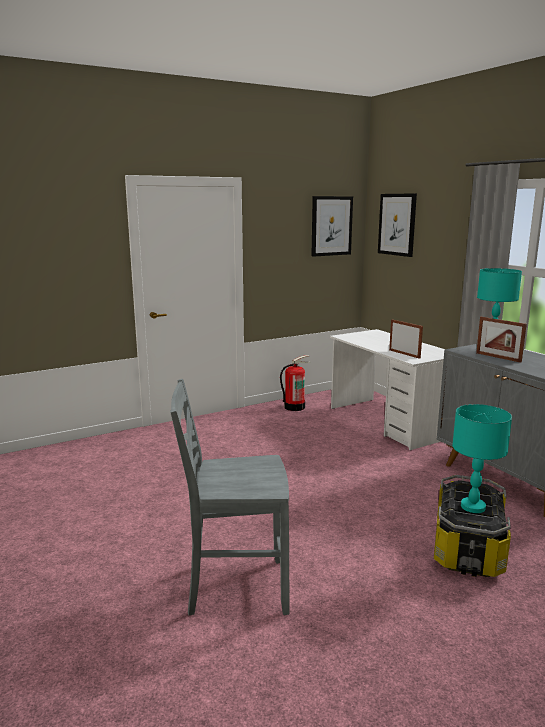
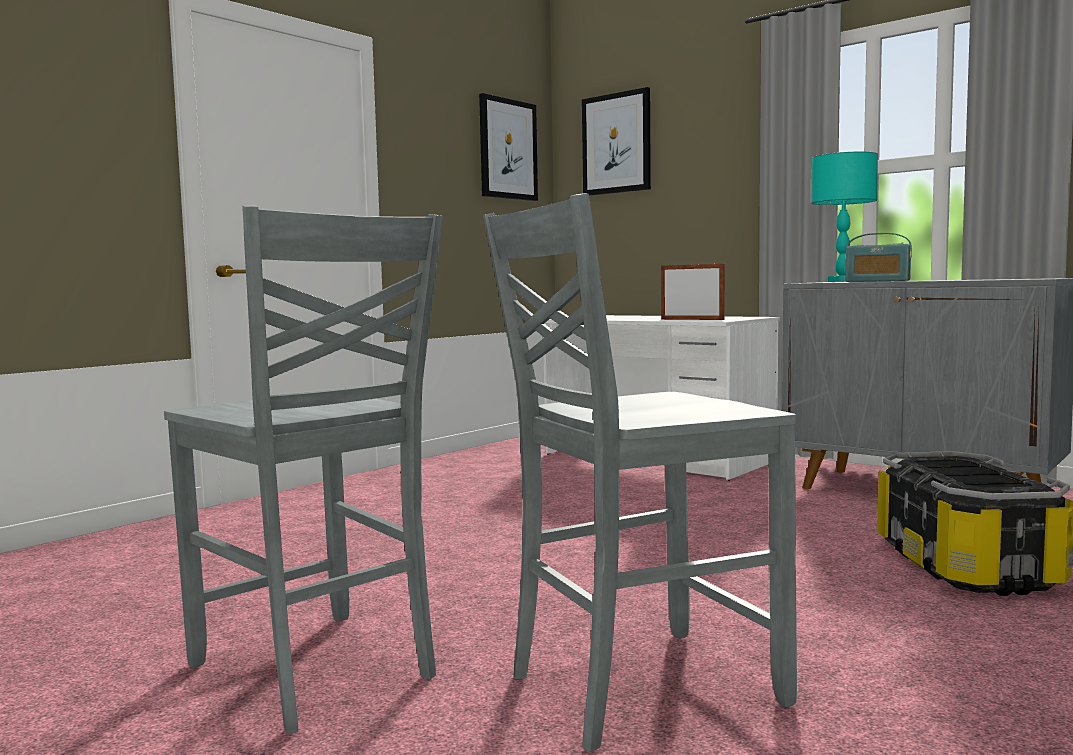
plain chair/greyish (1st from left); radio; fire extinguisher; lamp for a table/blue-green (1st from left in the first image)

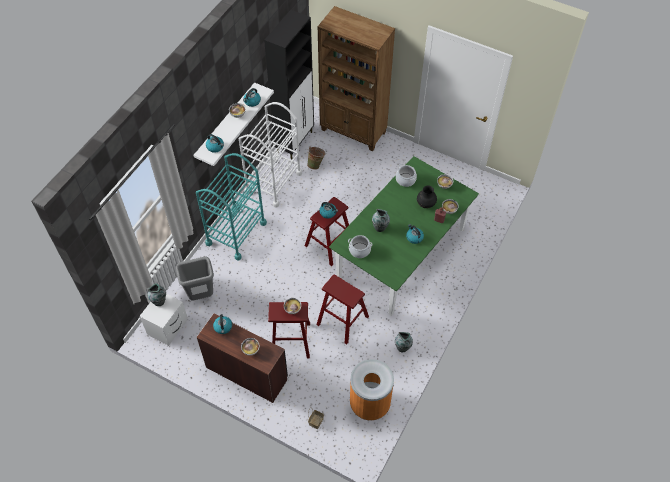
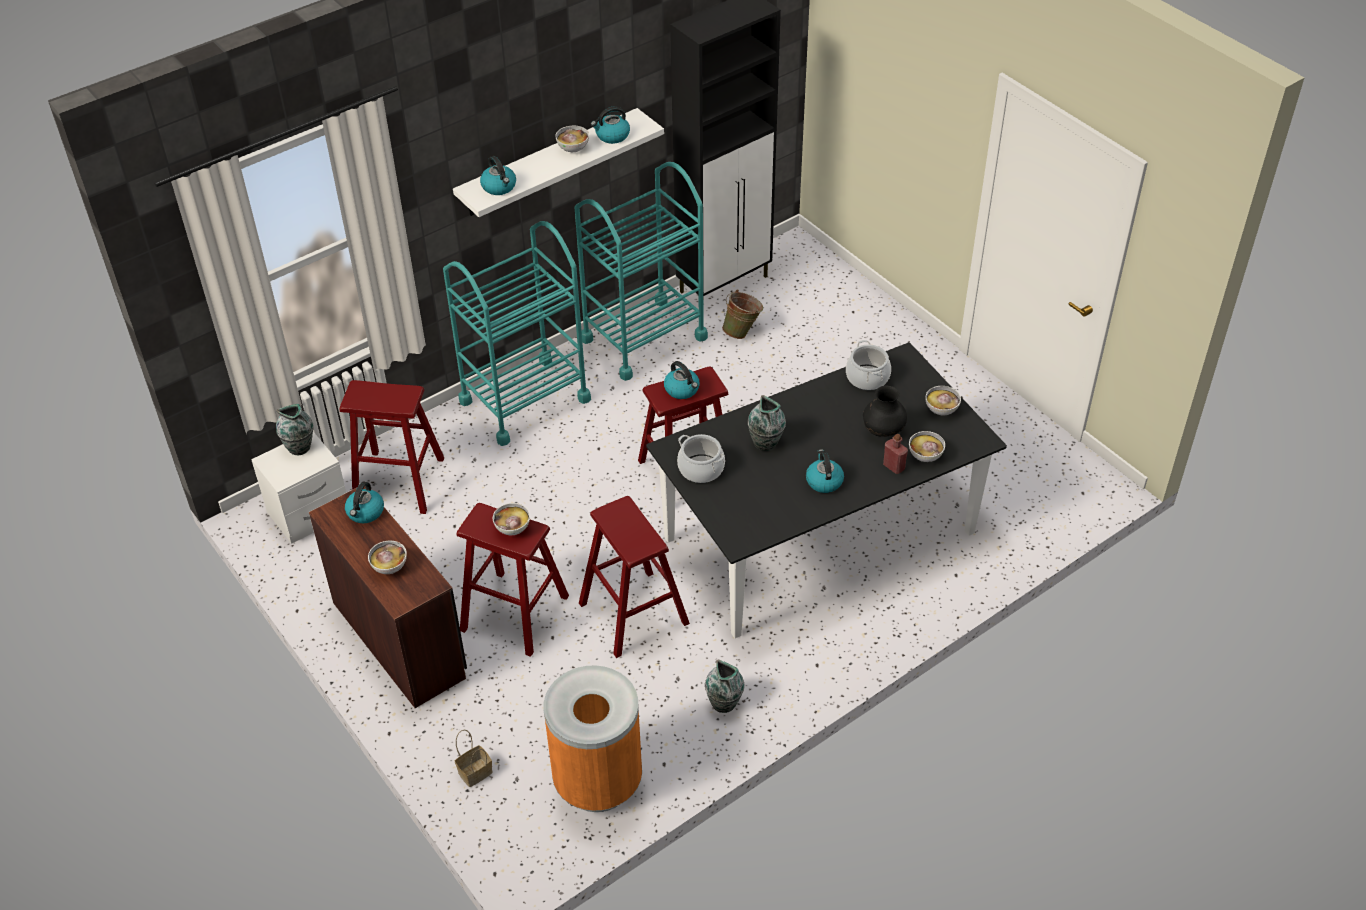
stool seat/red (1st from left); wheeled cart/blue-green (2nd from left); kitchen table/black-coloured; shelving unit/brown-coloured

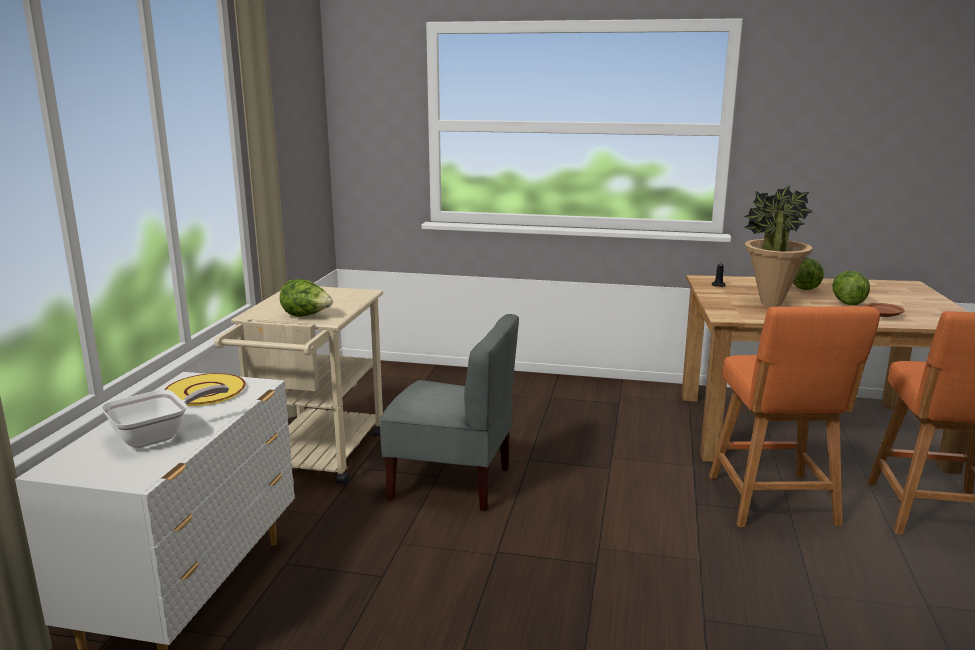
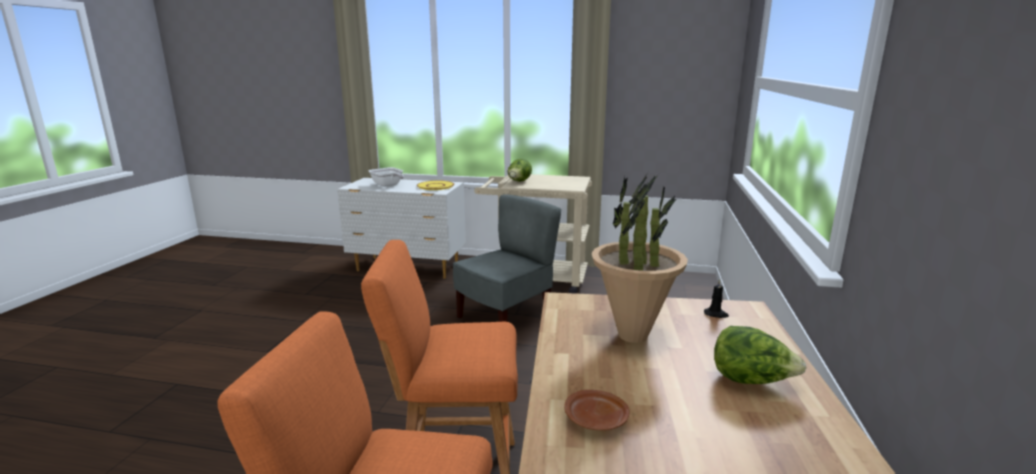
plain chair/greyish; lettuce head (3rd from left in the first image)

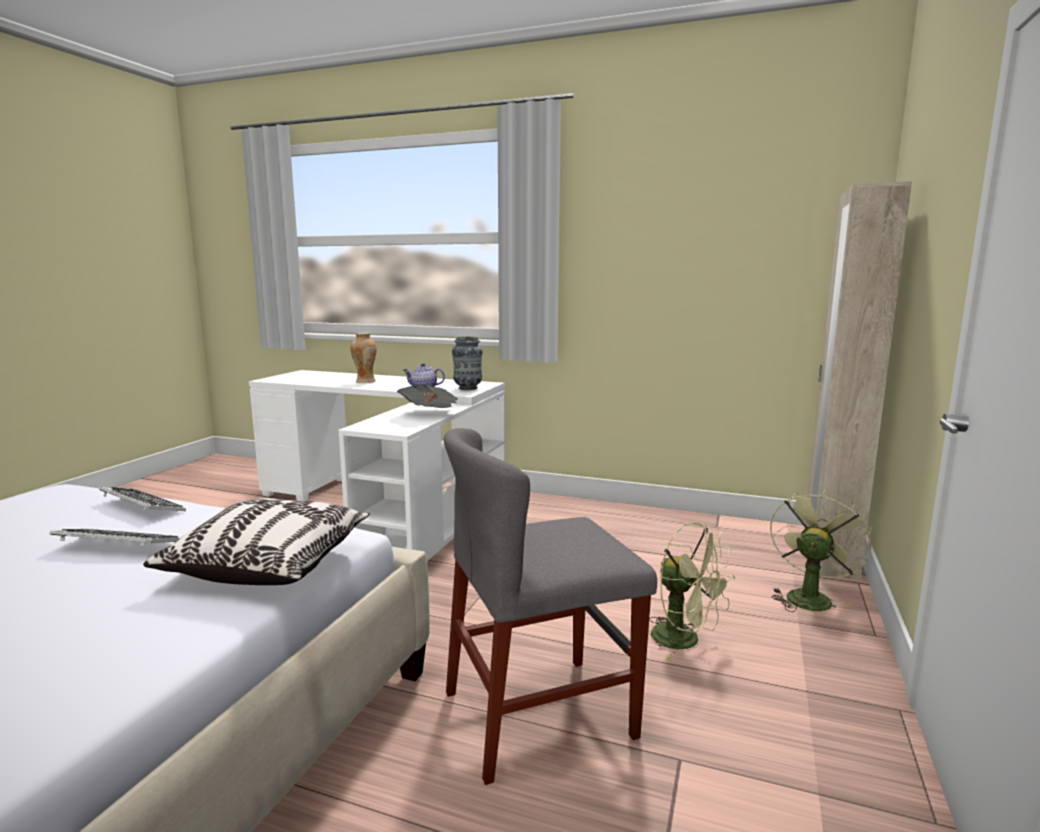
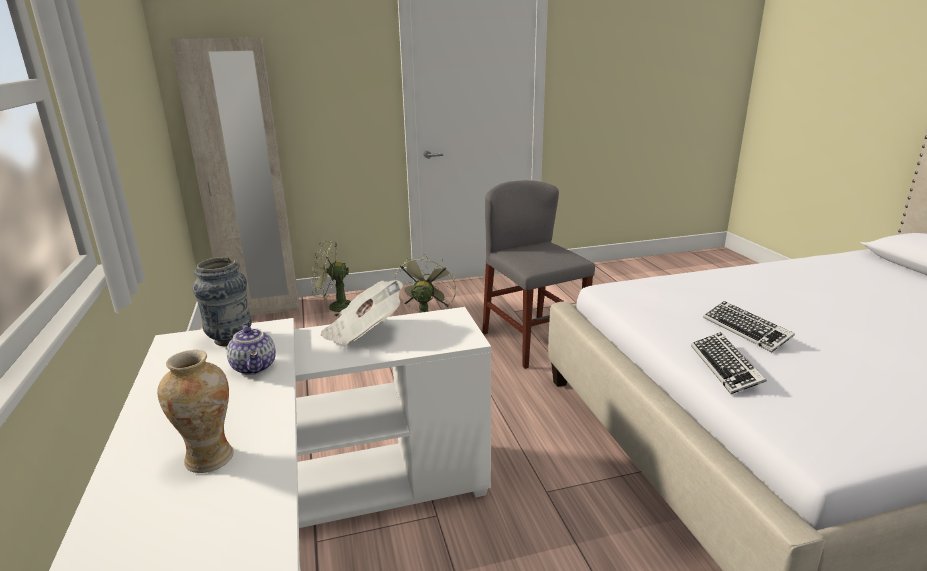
plain chair/greyish; cushion

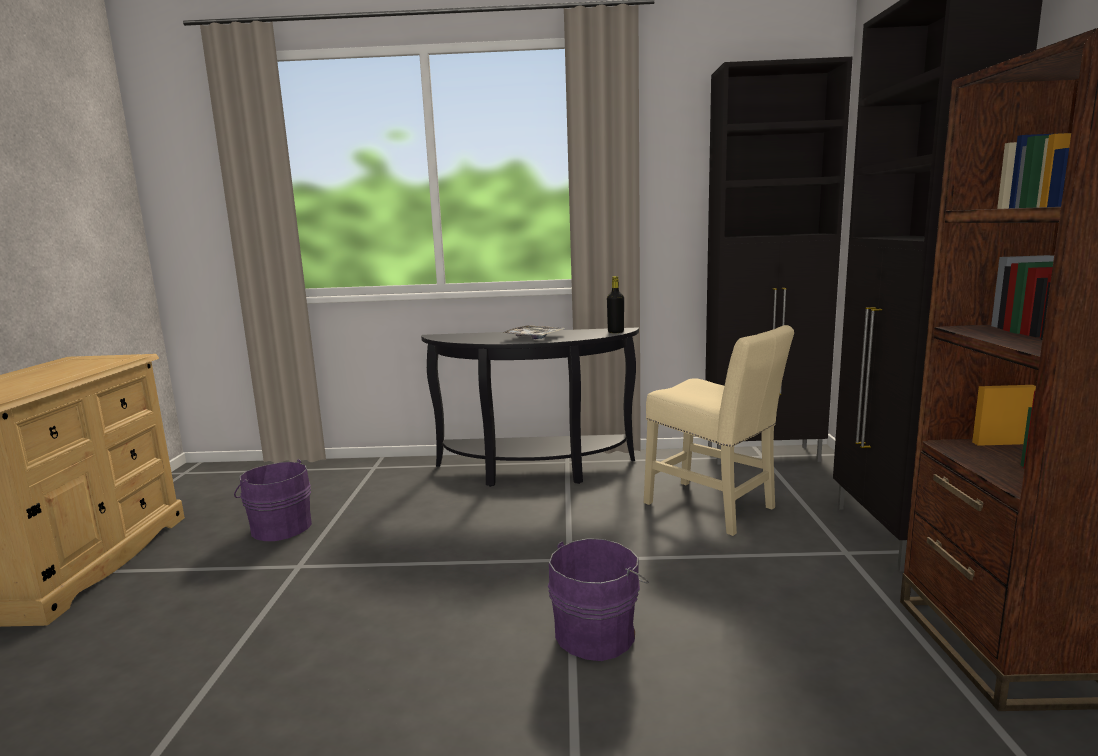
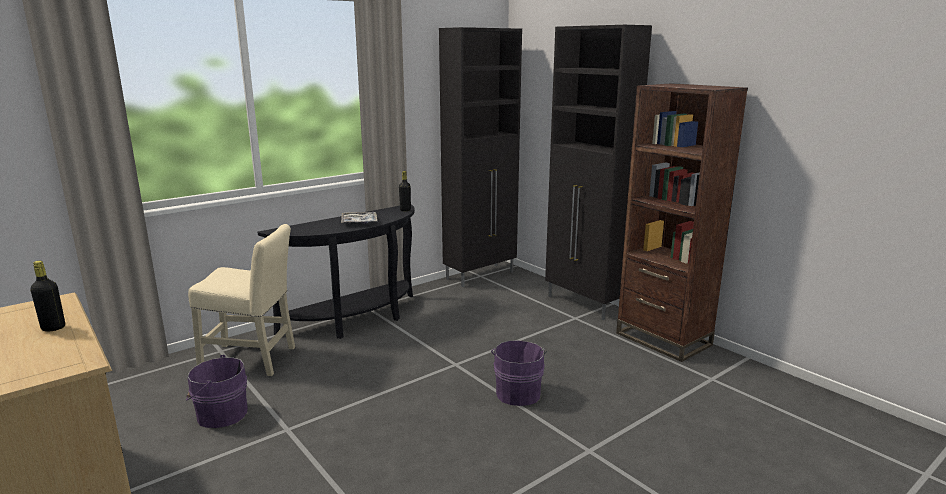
beverage bottle/black-coloured (1st from left); plain chair/beige-coloured

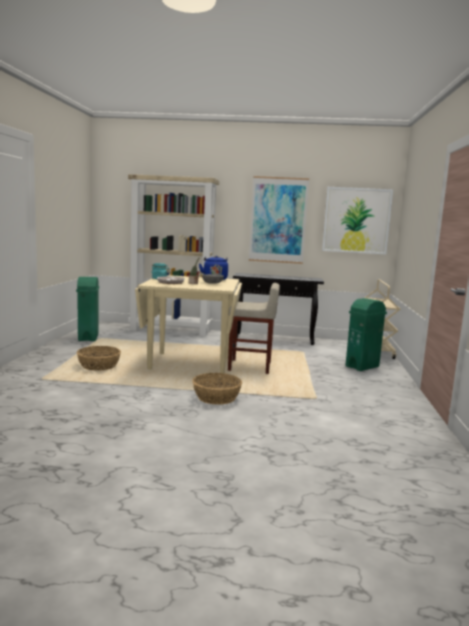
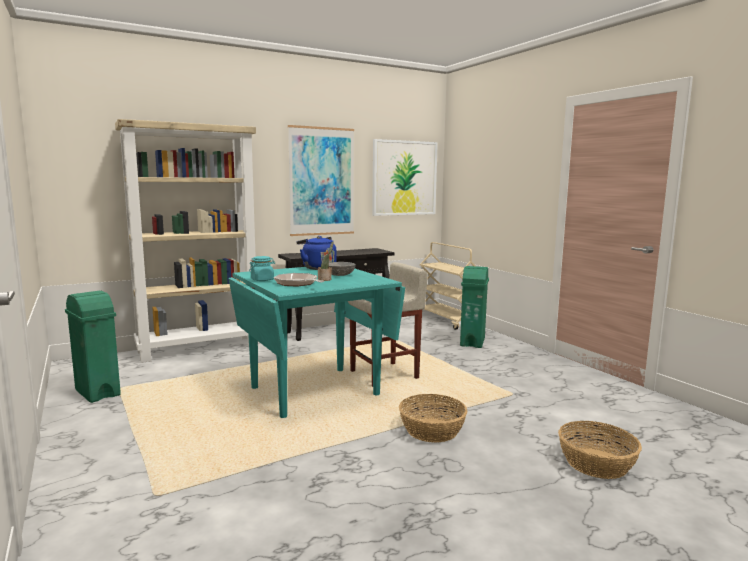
kitchen table/blue-green; household basket (2nd from left)

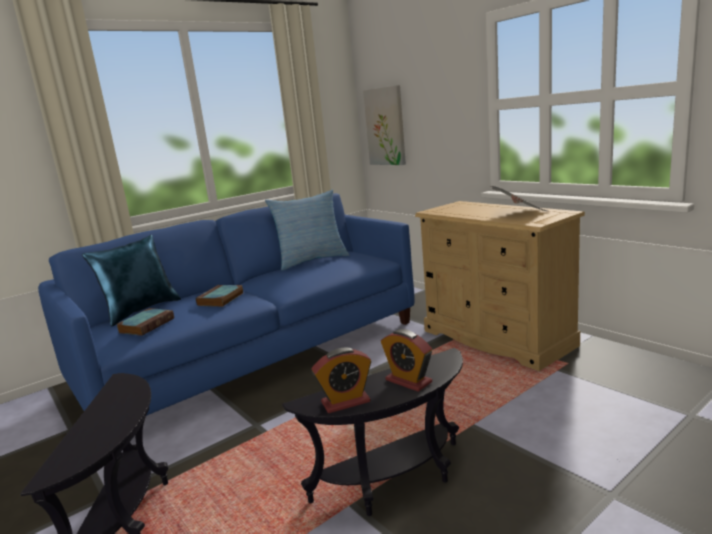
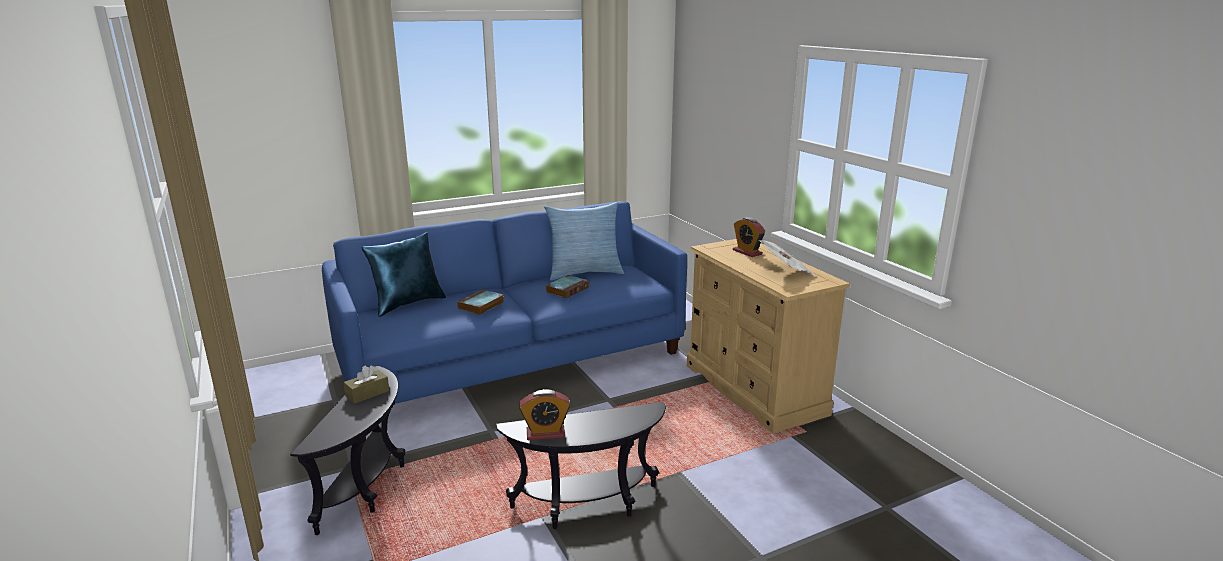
tissue box/brown-coloured; volume (2nd from left); alarm clock (2nd from left); wall art

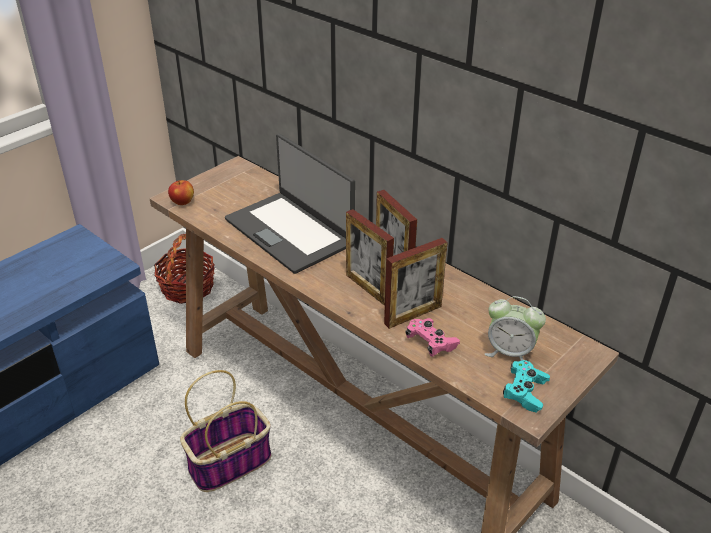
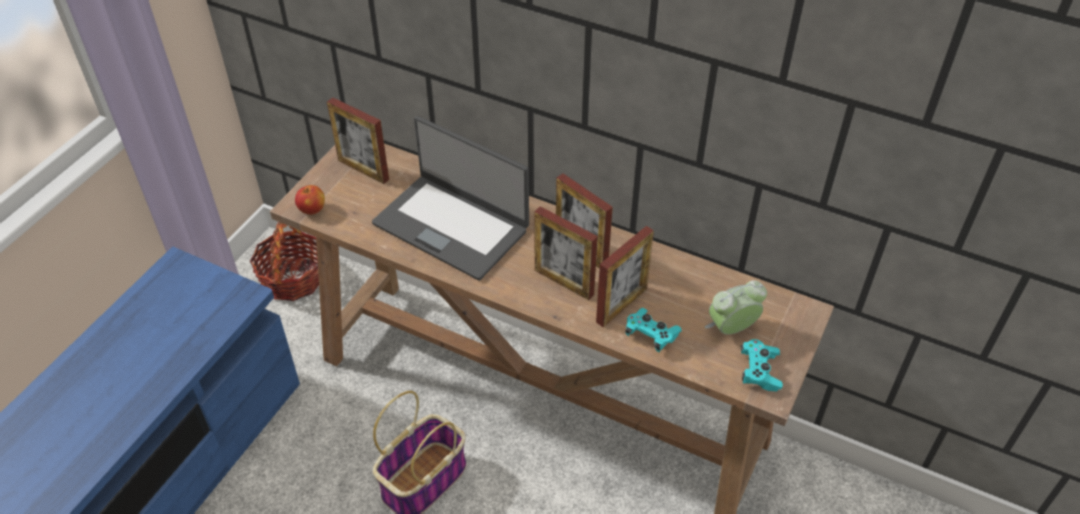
picture frame (1st from left); game controller/blue-green (1st from left); alarm clock

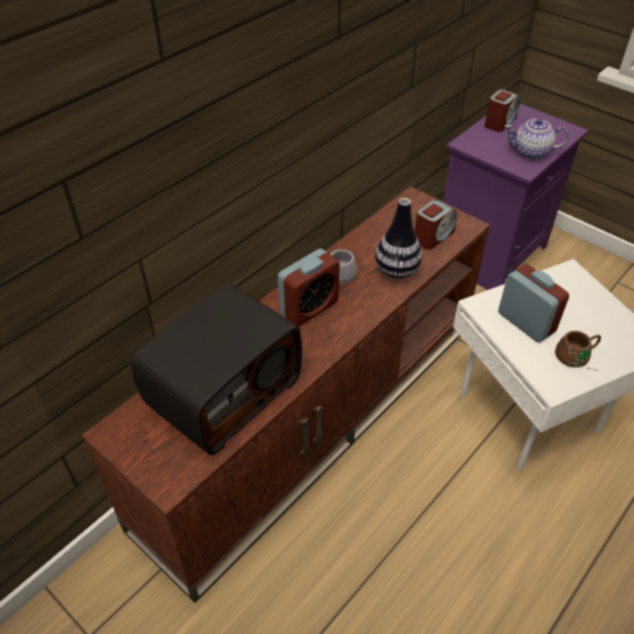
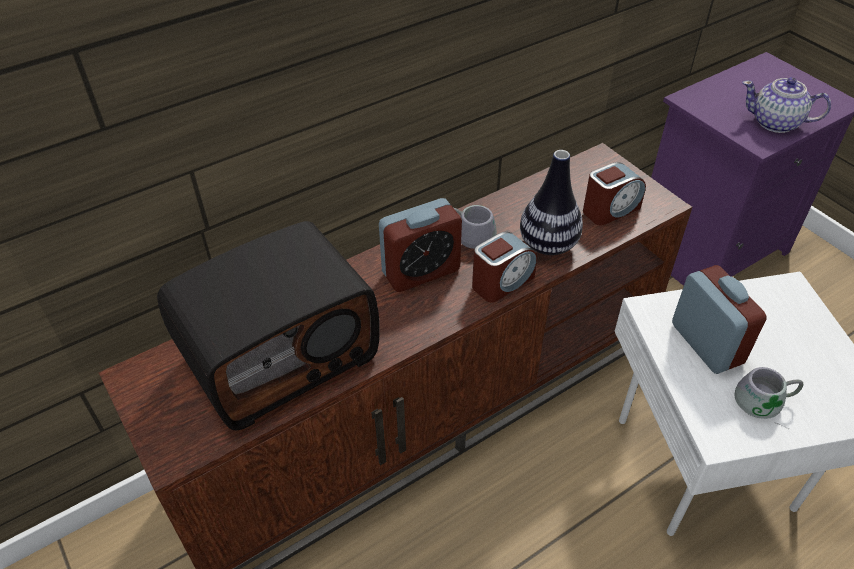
alarm clock (2nd from left); mug/greyish (2nd from left)

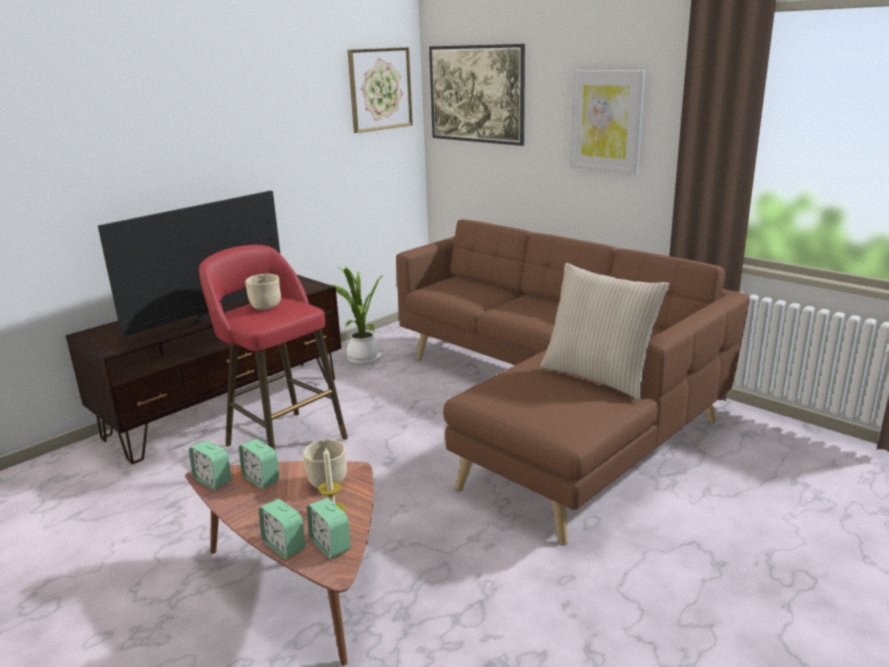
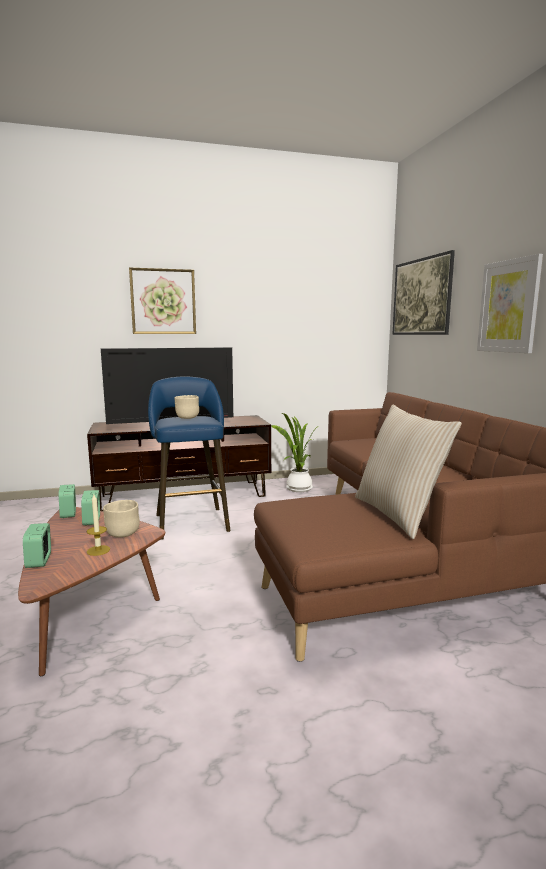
wall art (1st from left); stool seat/blue; alarm clock (4th from left in the first image)

